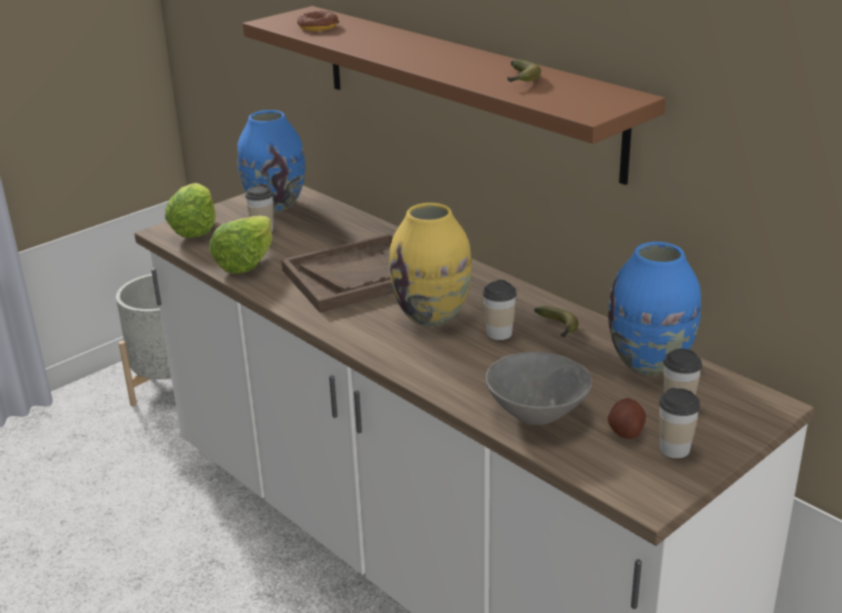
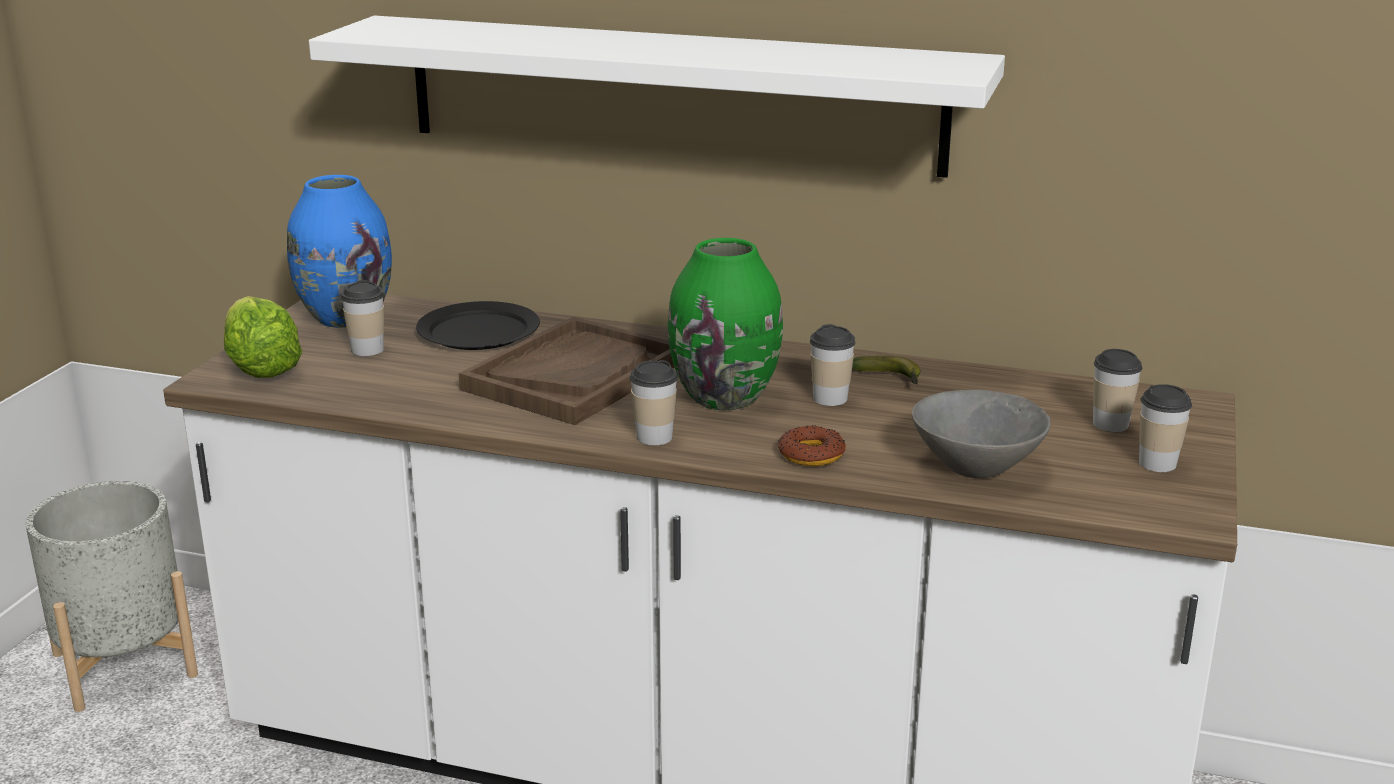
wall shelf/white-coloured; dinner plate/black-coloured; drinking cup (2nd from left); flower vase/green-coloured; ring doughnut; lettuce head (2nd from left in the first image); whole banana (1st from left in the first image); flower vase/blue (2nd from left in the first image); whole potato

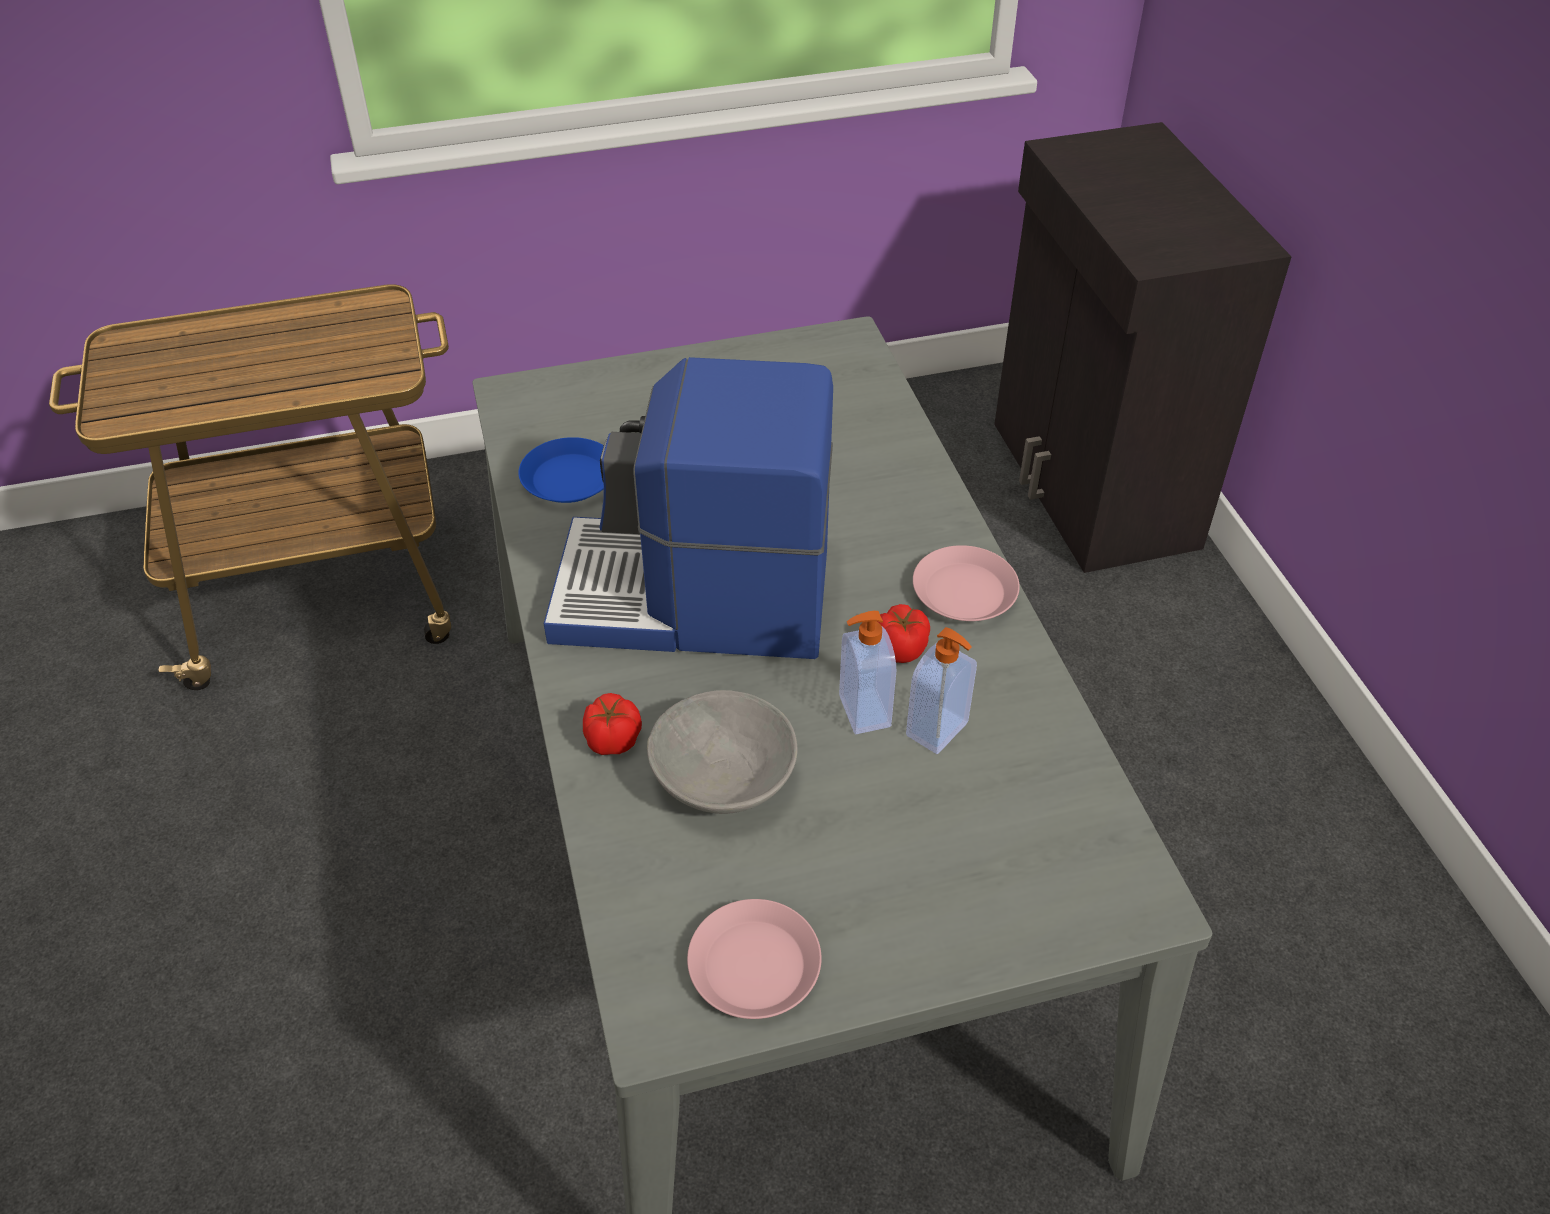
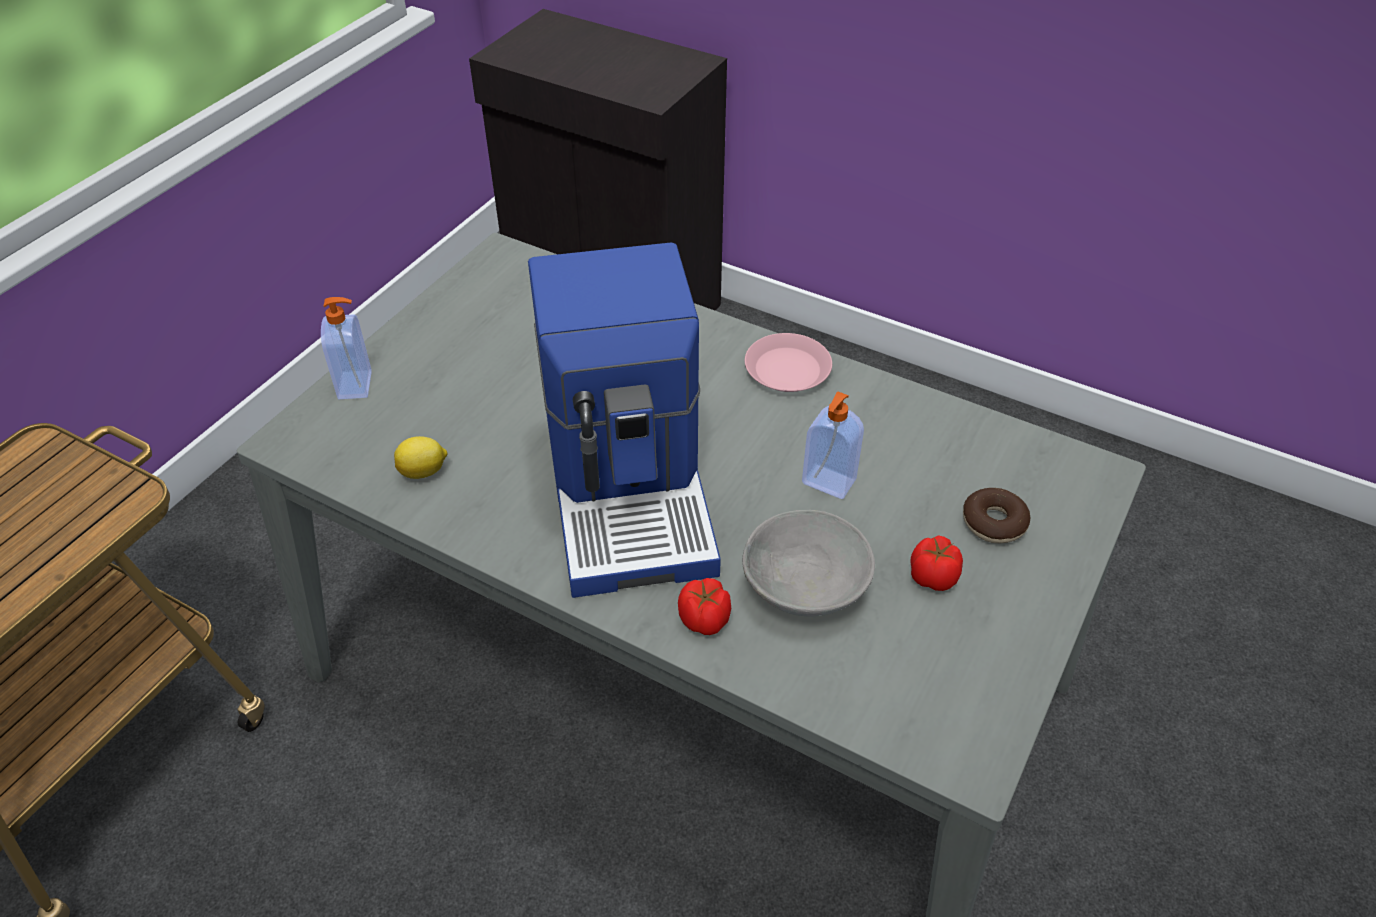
soap bottle (1st from left); citrus fruit; coffee maker; tomato (2nd from left); ring doughnut; dinner plate/pink-coloured (1st from left in the first image)

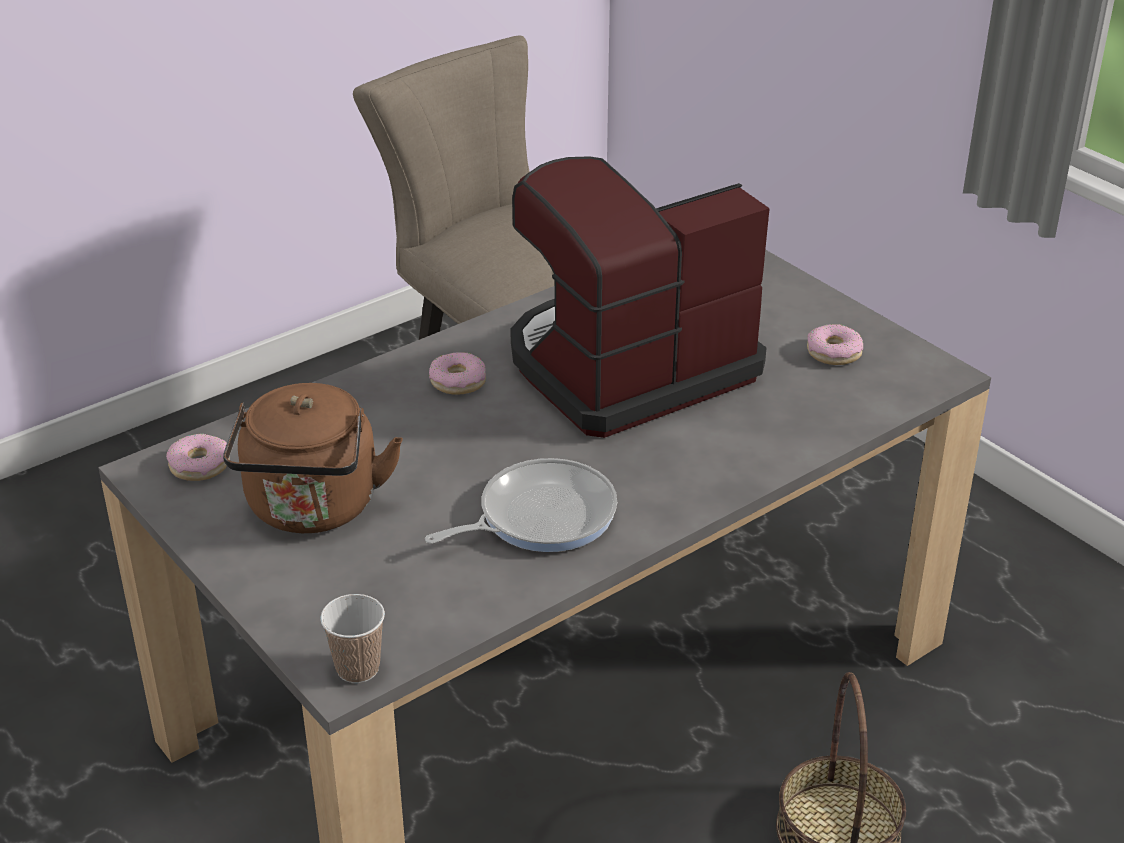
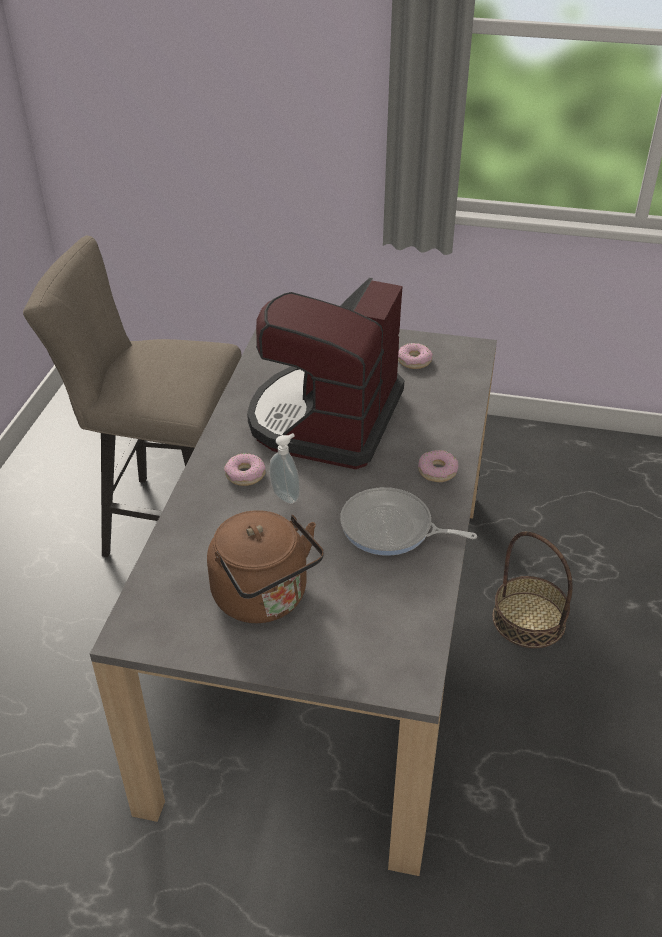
soap bottle; skillet; ring doughnut (3rd from left); drinking cup

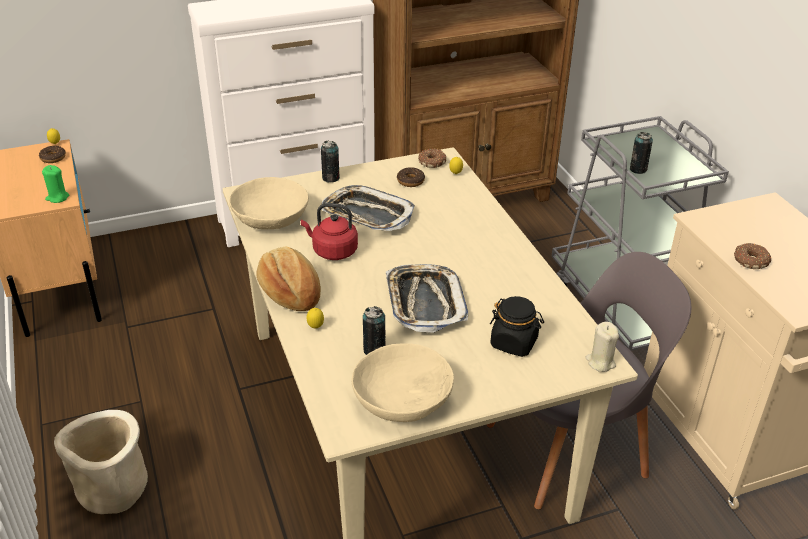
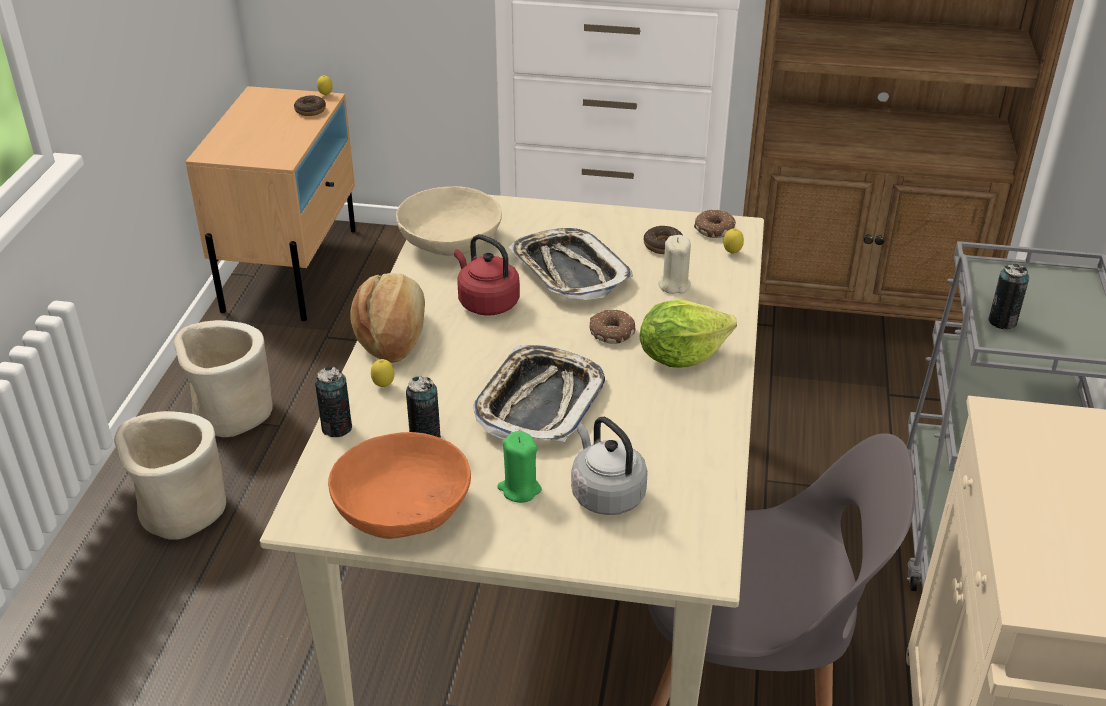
planter/beige-coloured (2nd from left); metal can (1st from left); deep dish/orange; wax candle/green-coloured; tea kettle/greyish; ring doughnut (2nd from left); lettuce head; wax candle/beige-coloured

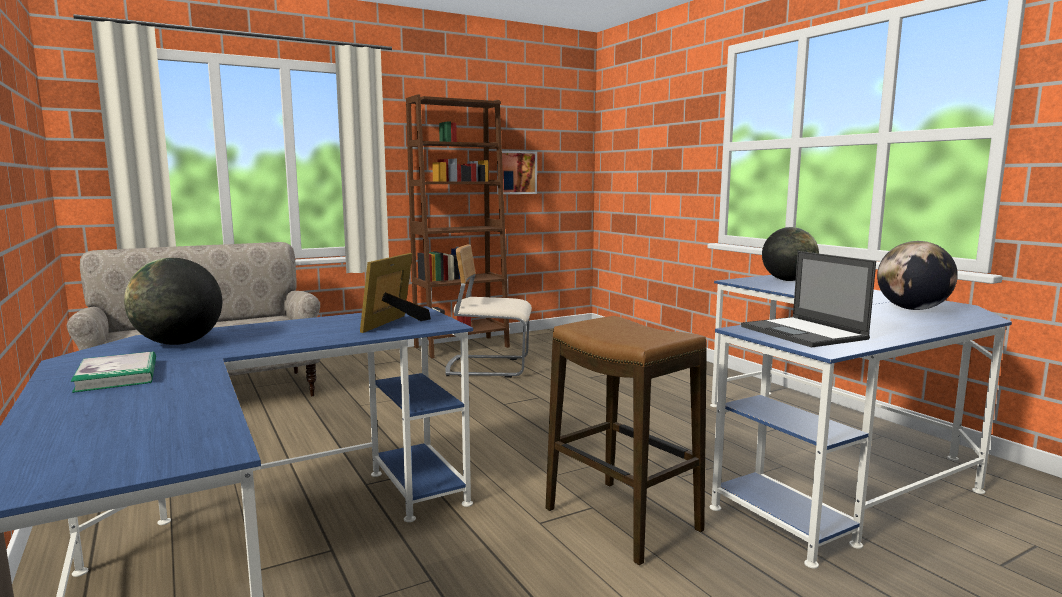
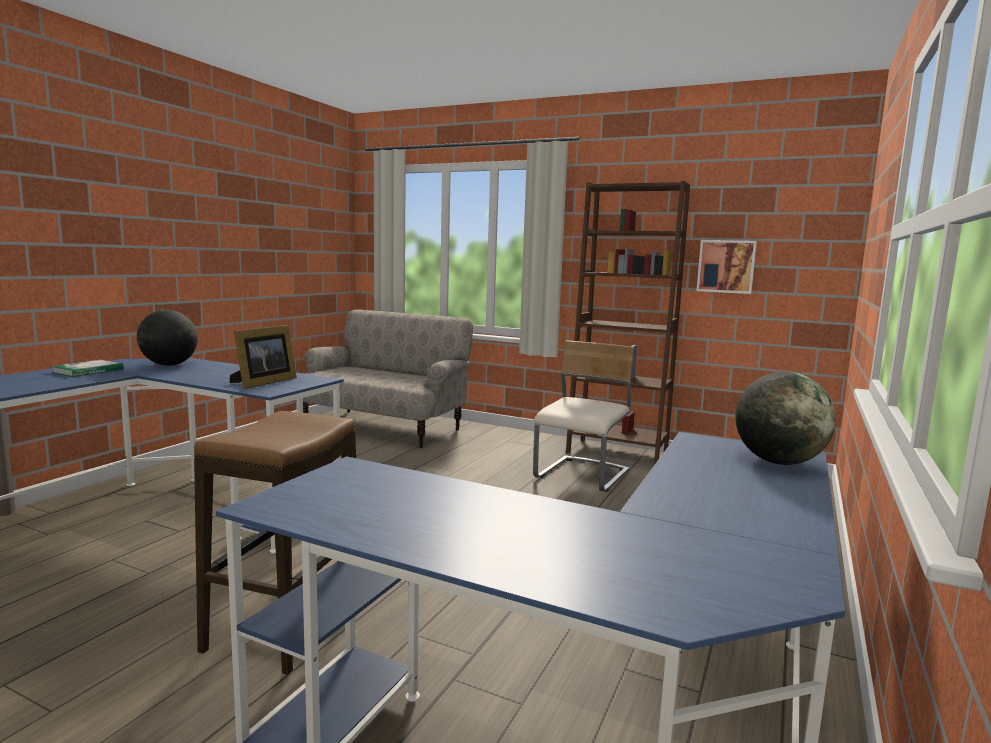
picture frame; plain chair/beige-coloured; portable computer; desk globe (3rd from left in the first image)

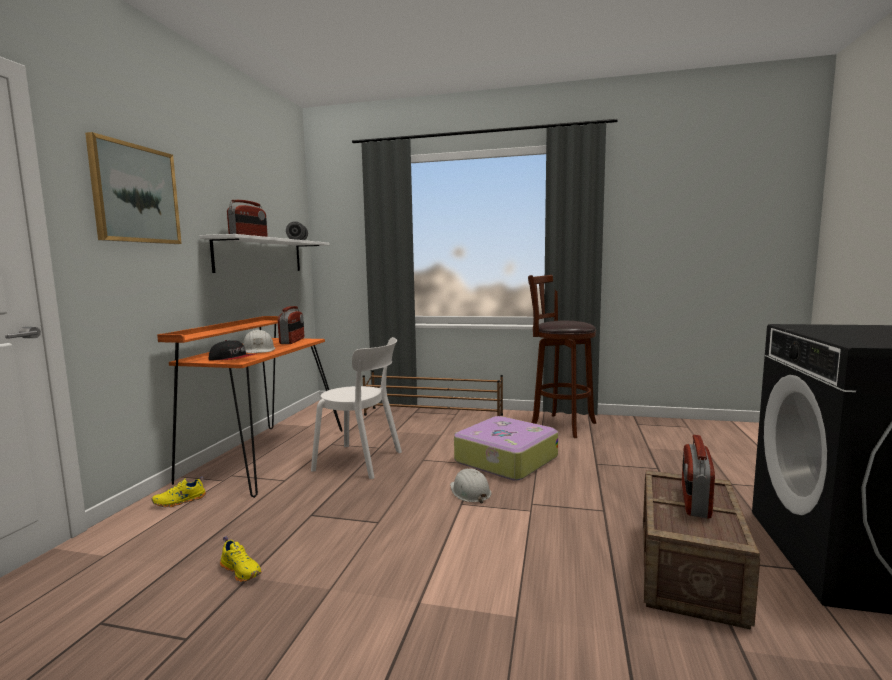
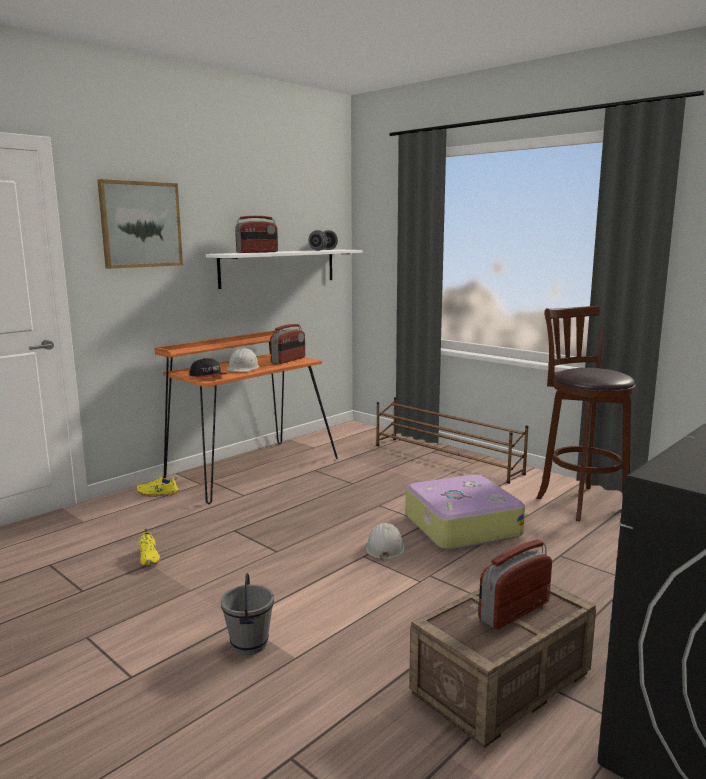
water bucket/greyish; plain chair/white-coloured

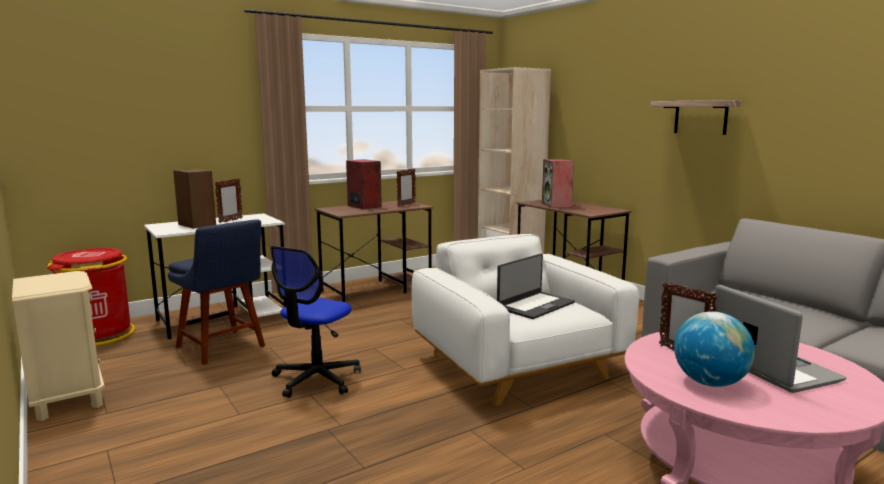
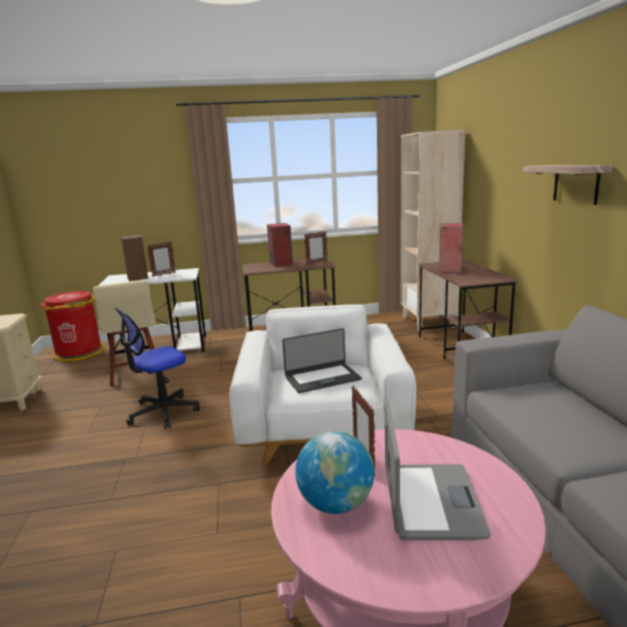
plain chair/beige-coloured

